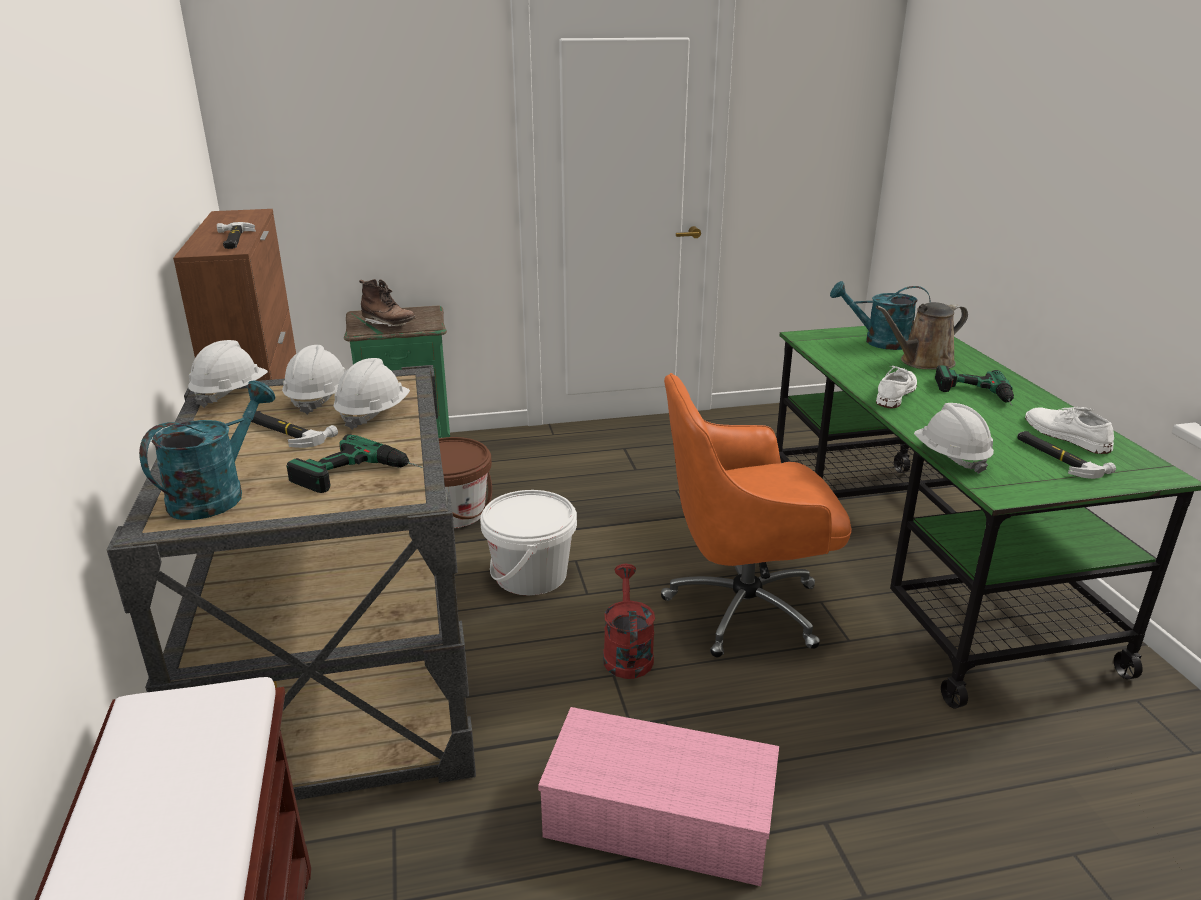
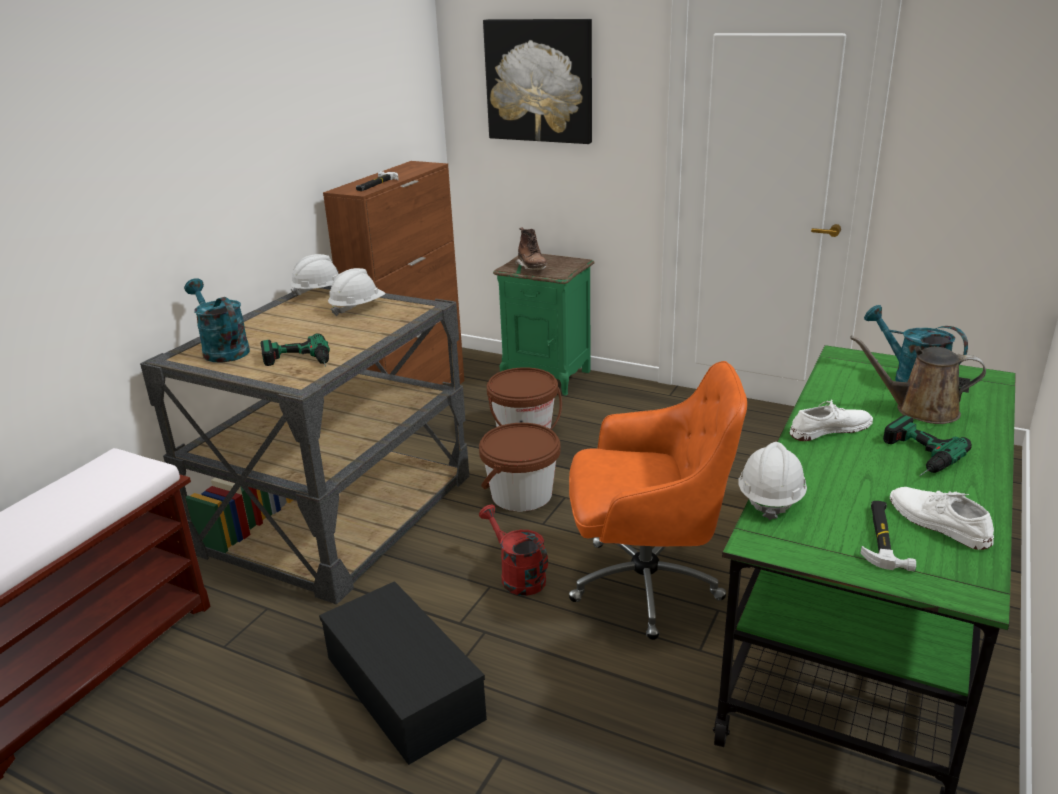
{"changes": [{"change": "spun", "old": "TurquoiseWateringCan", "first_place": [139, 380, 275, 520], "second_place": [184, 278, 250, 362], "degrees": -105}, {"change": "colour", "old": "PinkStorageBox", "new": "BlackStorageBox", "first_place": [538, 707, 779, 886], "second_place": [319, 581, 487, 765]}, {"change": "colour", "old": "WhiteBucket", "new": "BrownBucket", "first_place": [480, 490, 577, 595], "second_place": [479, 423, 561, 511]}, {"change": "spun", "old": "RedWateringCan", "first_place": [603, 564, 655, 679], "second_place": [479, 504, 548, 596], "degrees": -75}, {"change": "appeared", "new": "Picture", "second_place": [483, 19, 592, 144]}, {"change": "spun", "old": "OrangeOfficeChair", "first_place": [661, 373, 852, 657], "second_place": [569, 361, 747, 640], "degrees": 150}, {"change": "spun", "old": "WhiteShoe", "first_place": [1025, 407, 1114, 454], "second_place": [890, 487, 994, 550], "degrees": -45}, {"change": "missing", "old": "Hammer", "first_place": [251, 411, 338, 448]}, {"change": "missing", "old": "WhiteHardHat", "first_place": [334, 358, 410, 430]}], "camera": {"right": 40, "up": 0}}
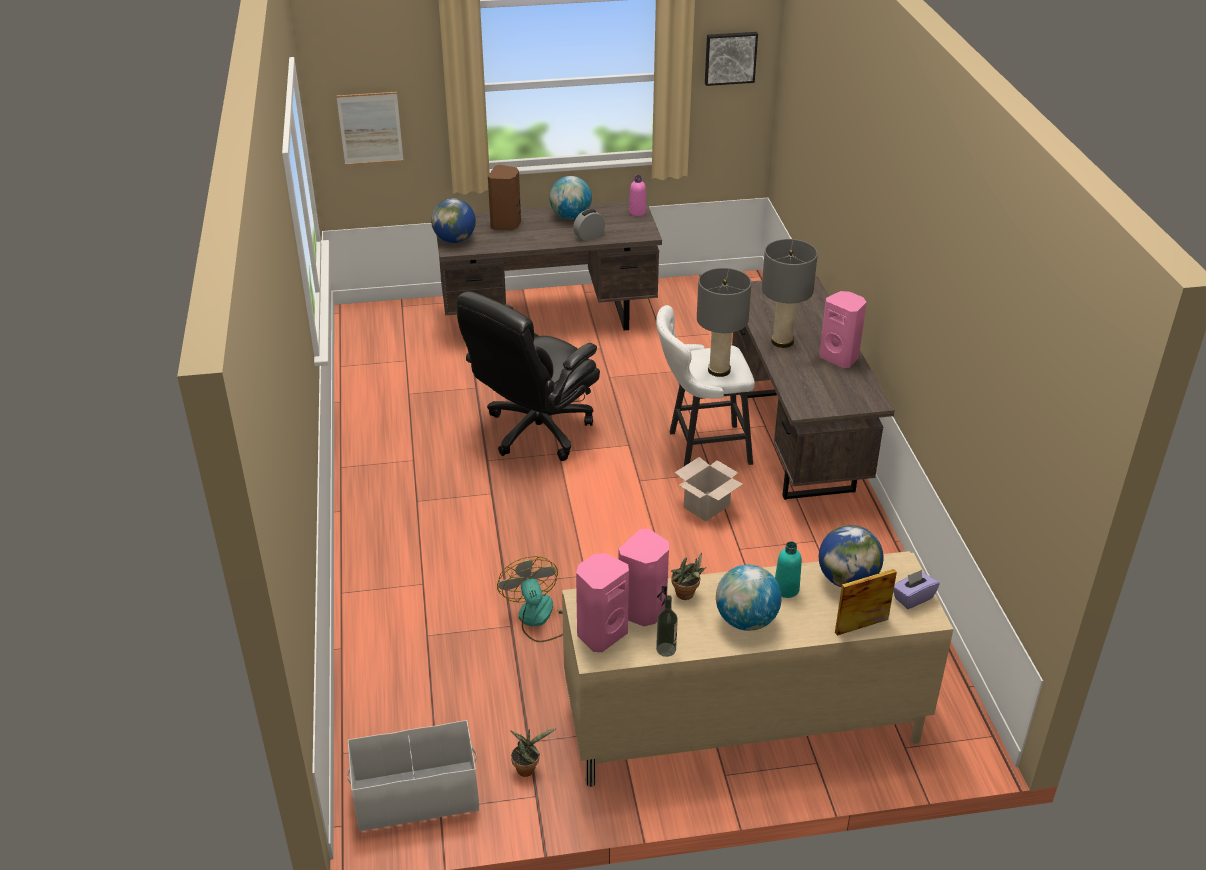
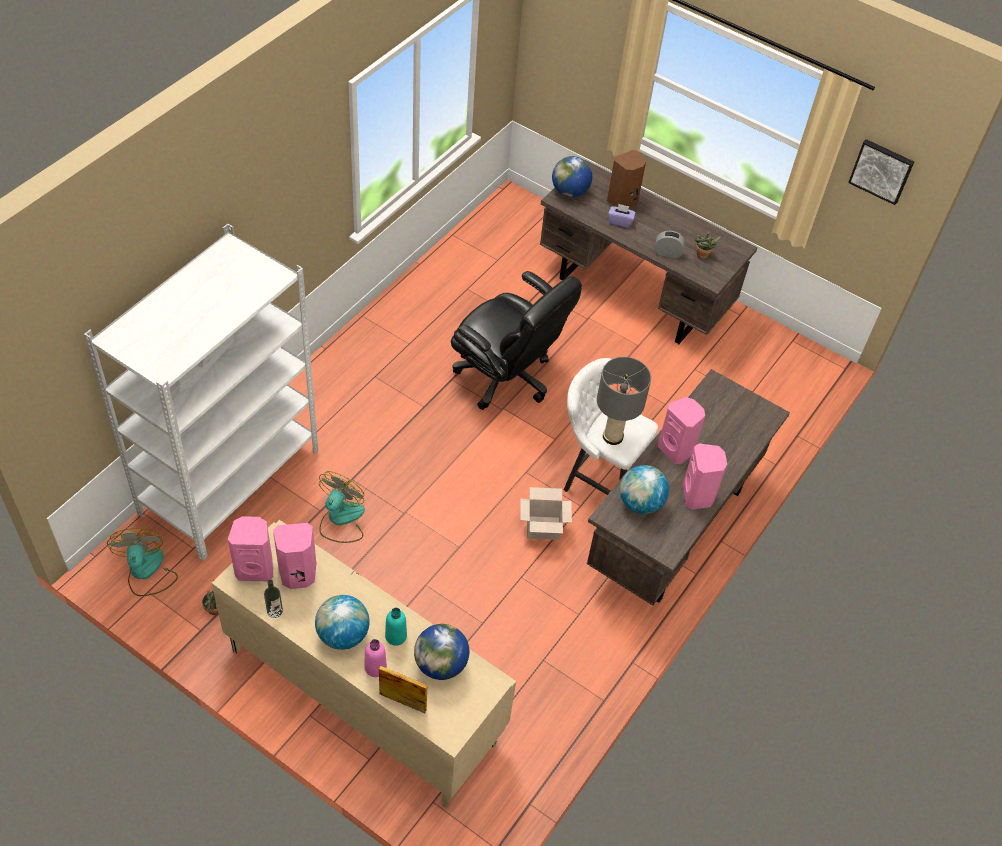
{"changes": [{"change": "appeared", "new": "WhiteBookcase", "second_place": [84, 224, 318, 561]}, {"change": "exchanged", "old": "WhiteStorageBox", "new": "Fan", "first_place": [347, 720, 479, 832], "second_place": [107, 528, 178, 596]}, {"change": "relocated", "old": "PinkBottle", "first_place": [629, 175, 646, 216], "second_place": [364, 639, 387, 677]}, {"change": "spun", "old": "BlackOfficeChair", "first_place": [456, 291, 600, 461], "second_place": [451, 271, 582, 410], "degrees": -135}, {"change": "relocated", "old": "PurpleTissueBox", "first_place": [894, 570, 940, 609], "second_place": [608, 204, 636, 228]}, {"change": "relocated", "old": "Globe", "first_place": [549, 176, 592, 219], "second_place": [620, 465, 669, 514]}, {"change": "exchanged", "old": "GreyTableLamp", "new": "PinkSpeaker", "first_place": [762, 239, 818, 348], "second_place": [658, 397, 705, 464]}, {"change": "relocated", "old": "PottedPlant", "first_place": [671, 552, 706, 600], "second_place": [695, 232, 722, 259]}, {"change": "missing", "old": "Picture", "first_place": [336, 92, 404, 166]}], "camera": {"right": 40, "up": 15}}
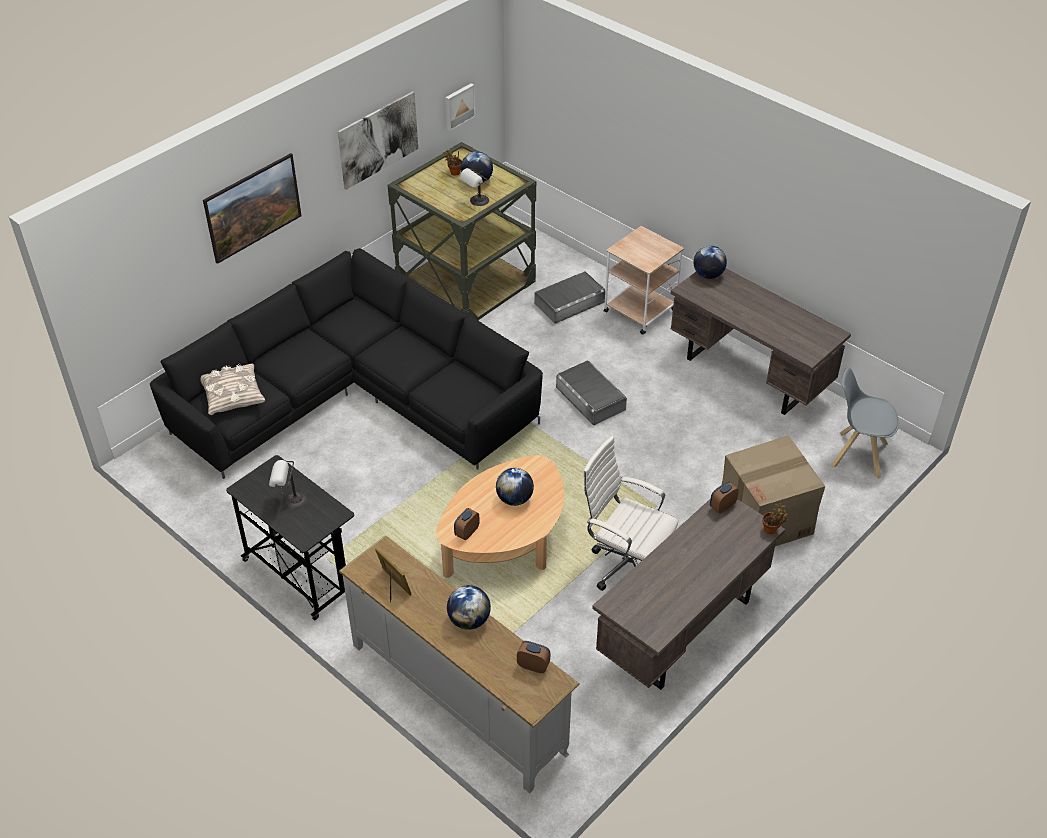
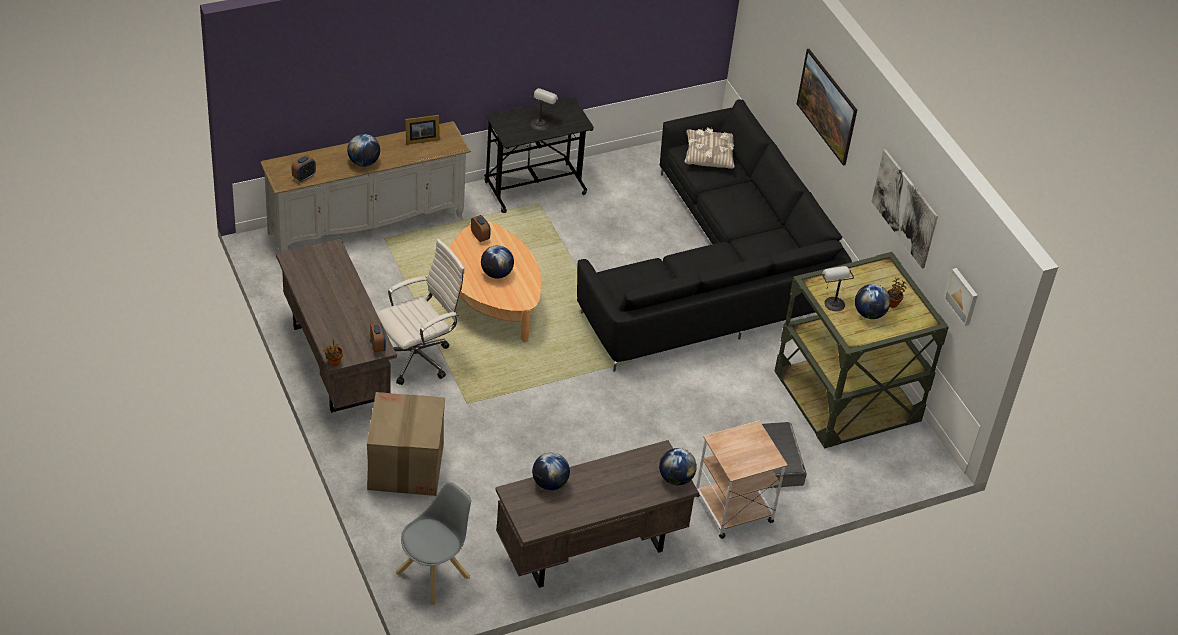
{"changes": [{"change": "appeared", "new": "Globe", "second_place": [532, 453, 570, 490]}, {"change": "missing", "old": "GreyStorageBox", "first_place": [556, 361, 627, 425]}], "camera": {"right": 110, "up": 0}}
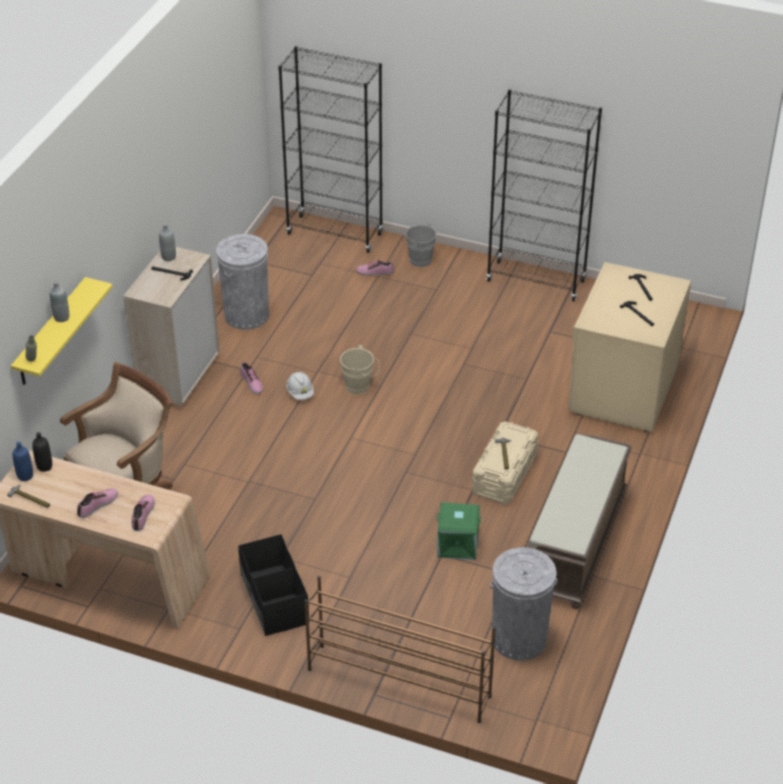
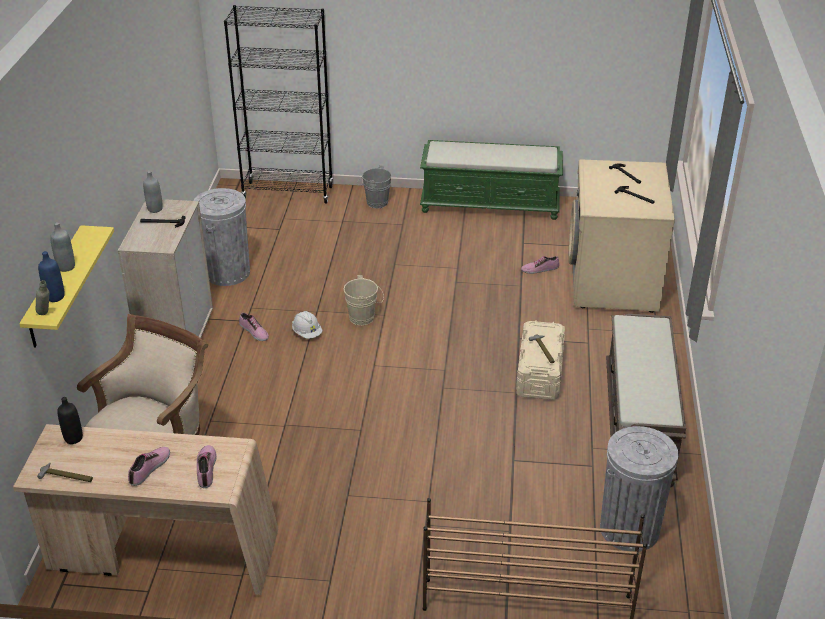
{"changes": [{"change": "relocated", "old": "BlueBottle", "first_place": [12, 442, 33, 481], "second_place": [38, 251, 65, 302]}, {"change": "exchanged", "old": "BlackBookcase", "new": "GreenBench", "first_place": [486, 89, 602, 301], "second_place": [420, 140, 563, 220]}, {"change": "relocated", "old": "Shoe", "first_place": [356, 260, 394, 275], "second_place": [521, 256, 559, 274]}, {"change": "missing", "old": "BlackStorageBox", "first_place": [238, 534, 309, 636]}, {"change": "missing", "old": "GreenStorageBox", "first_place": [436, 502, 481, 560]}], "camera": {"right": -15, "up": -5}}
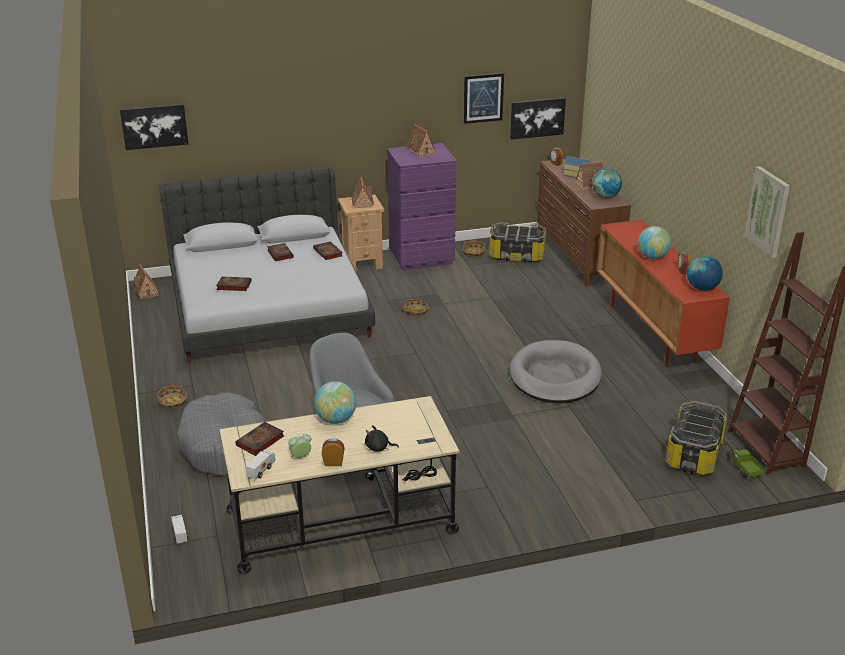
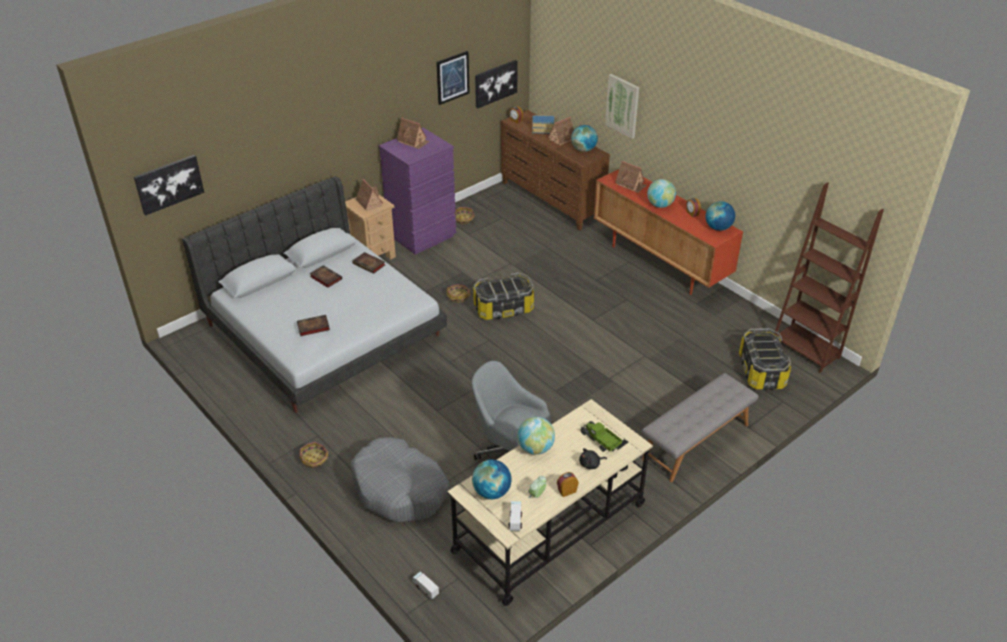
{"changes": [{"change": "exchanged", "old": "Book", "new": "Globe", "first_place": [236, 422, 284, 456], "second_place": [472, 460, 512, 499]}, {"change": "relocated", "old": "StorageBox", "first_place": [489, 222, 546, 263], "second_place": [473, 273, 534, 320]}, {"change": "relocated", "old": "ToyTruck", "first_place": [726, 448, 765, 479], "second_place": [581, 421, 622, 452]}, {"change": "relocated", "old": "Picture", "first_place": [744, 166, 790, 258], "second_place": [605, 74, 639, 139]}, {"change": "relocated", "old": "ToyHouse", "first_place": [132, 264, 159, 299], "second_place": [615, 161, 647, 193]}, {"change": "appeared", "new": "GreyBench", "second_place": [642, 373, 759, 482]}, {"change": "missing", "old": "GreyDogBed", "first_place": [509, 340, 602, 403]}], "camera": {"right": -25, "up": 10}}
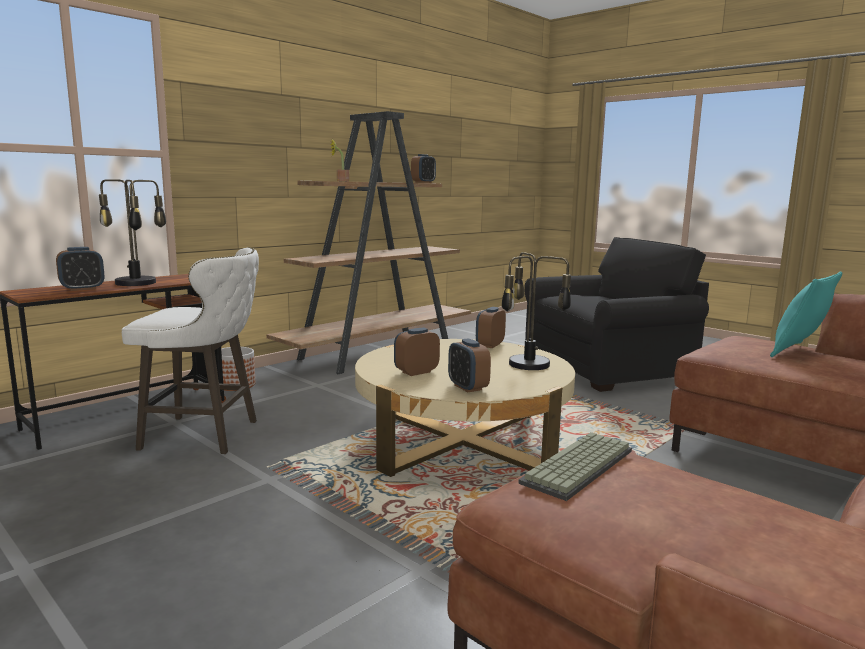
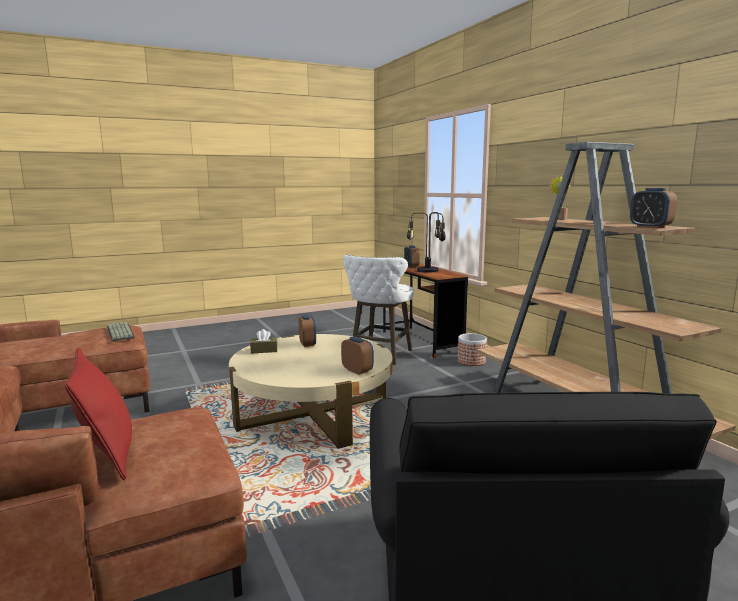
{"changes": [{"change": "colour", "old": "TurquoisePillow", "new": "RedPillow", "first_place": [770, 271, 842, 357], "second_place": [65, 348, 132, 480]}, {"change": "exchanged", "old": "AlarmClock", "new": "BrownTissueBox", "first_place": [448, 338, 491, 392], "second_place": [250, 329, 278, 354]}, {"change": "missing", "old": "TableLamp", "first_place": [502, 252, 571, 370]}], "camera": {"right": 110, "up": 0}}
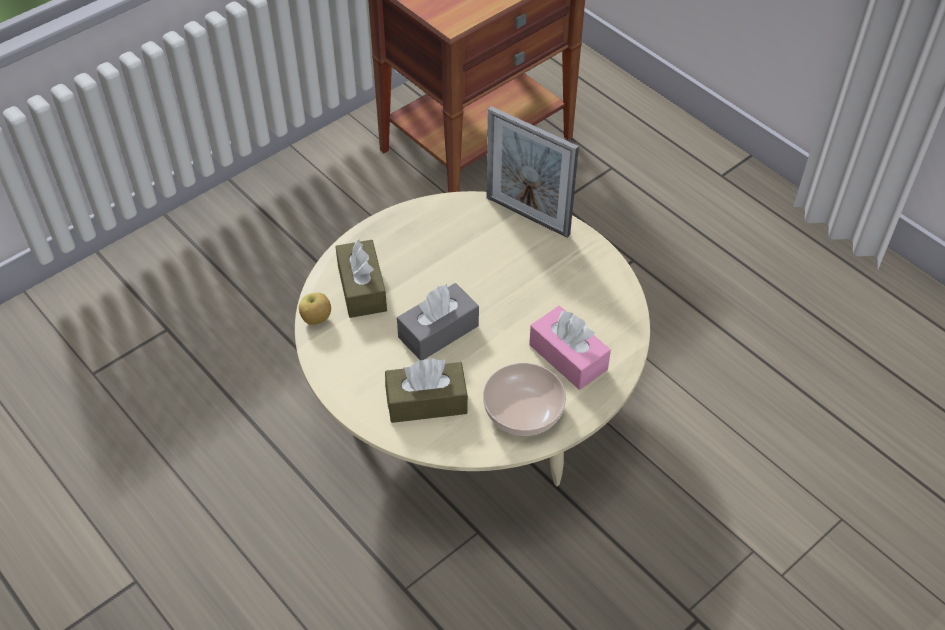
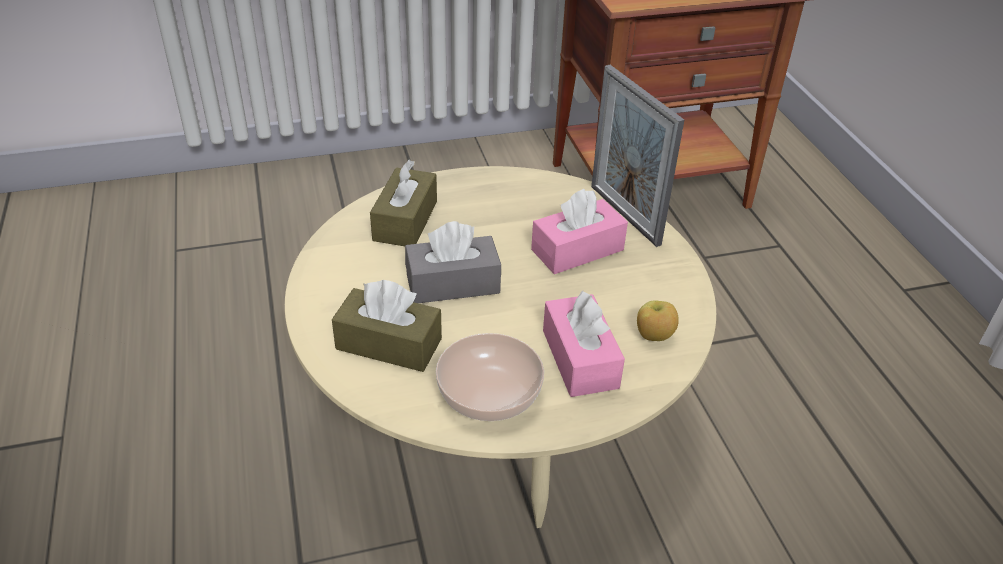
{"changes": [{"change": "appeared", "new": "PinkTissueBox", "second_place": [531, 189, 628, 274]}, {"change": "relocated", "old": "Apple", "first_place": [299, 292, 331, 325], "second_place": [637, 301, 679, 341]}], "camera": {"right": 25, "up": -10}}
